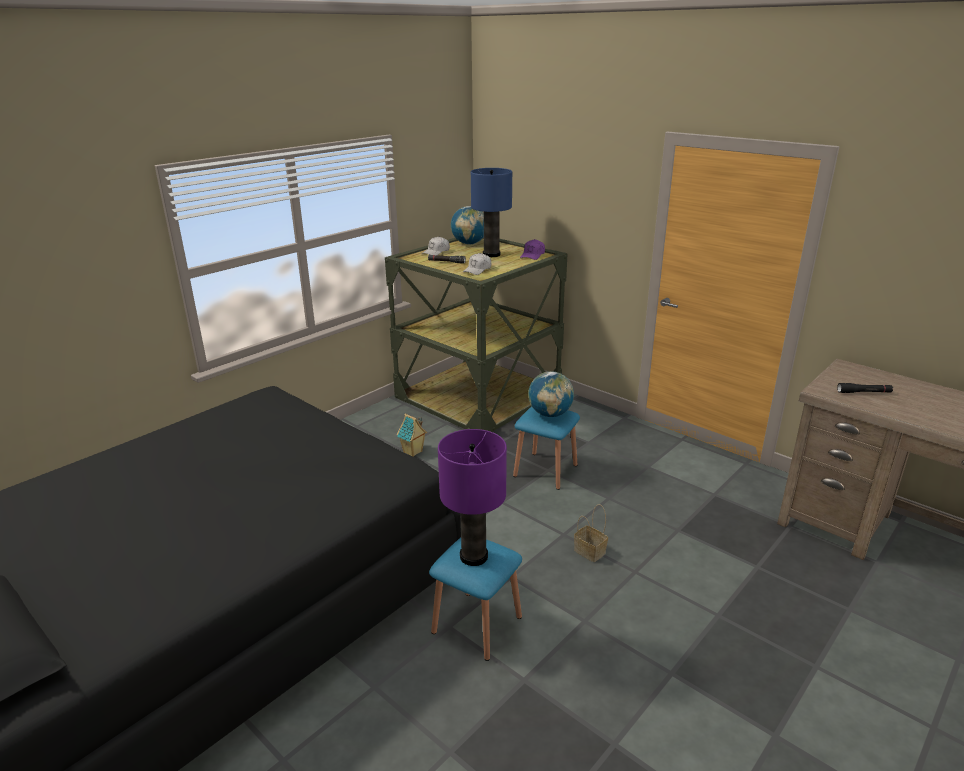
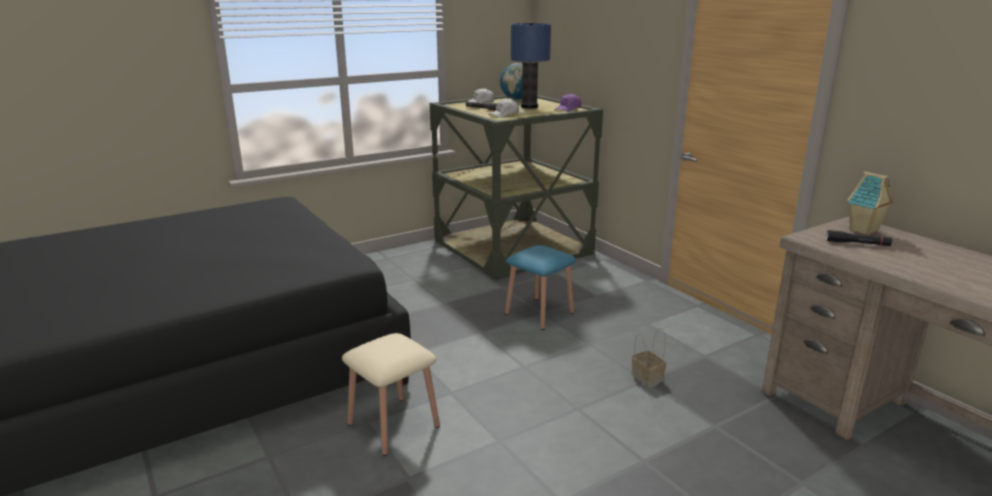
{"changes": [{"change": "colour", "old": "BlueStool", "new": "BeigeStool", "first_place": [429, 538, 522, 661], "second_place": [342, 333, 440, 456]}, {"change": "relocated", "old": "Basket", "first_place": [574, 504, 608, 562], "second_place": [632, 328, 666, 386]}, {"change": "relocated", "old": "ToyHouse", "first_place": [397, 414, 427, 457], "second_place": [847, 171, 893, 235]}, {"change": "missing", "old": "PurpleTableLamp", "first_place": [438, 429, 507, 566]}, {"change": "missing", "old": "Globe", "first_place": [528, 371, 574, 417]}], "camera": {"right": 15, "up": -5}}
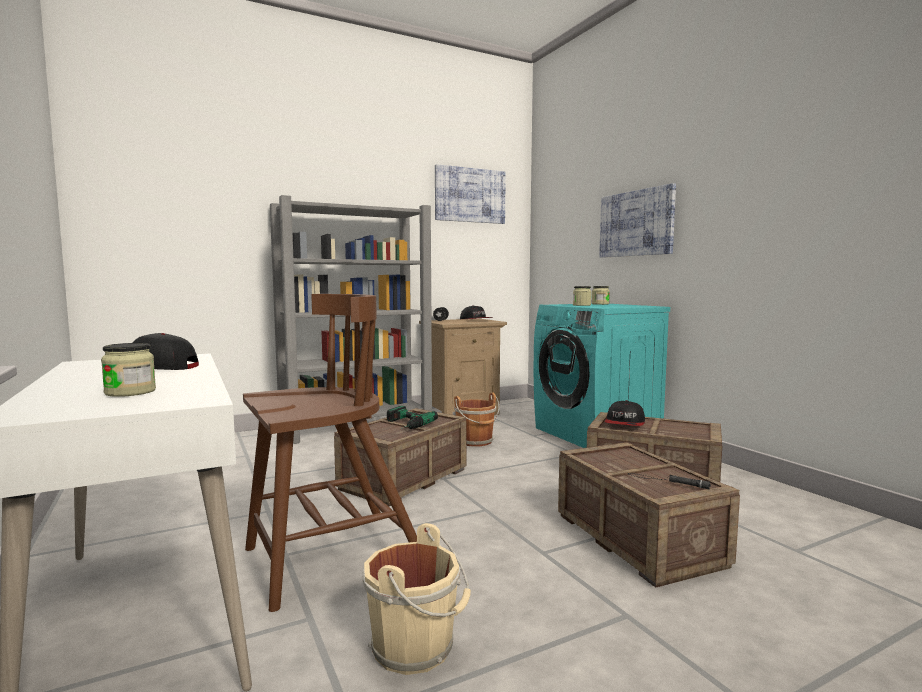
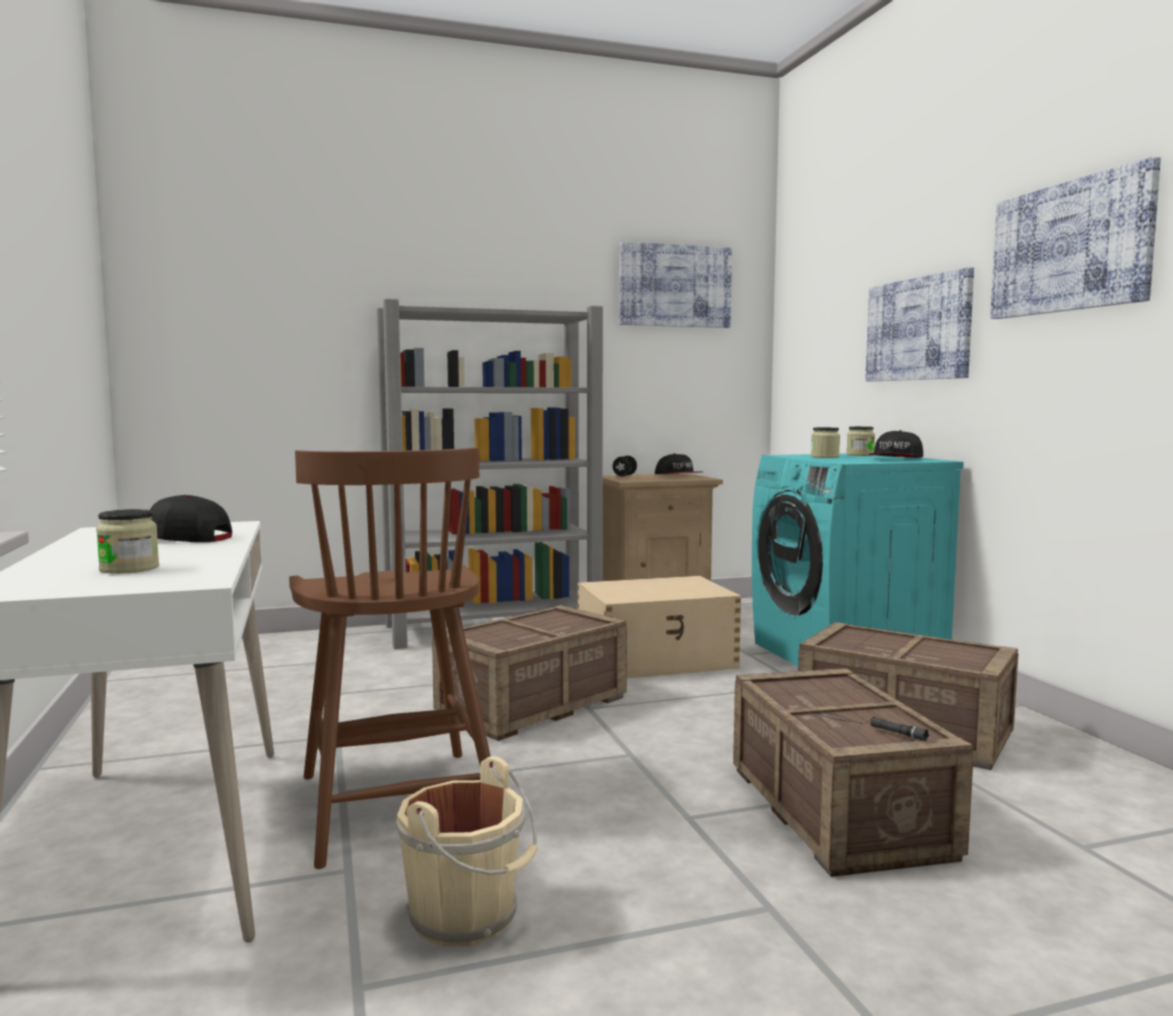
{"changes": [{"change": "spun", "old": "BrownChair", "first_place": [243, 294, 417, 612], "second_place": [289, 447, 491, 869], "degrees": 90}, {"change": "exchanged", "old": "BrownBucket", "new": "BeigeStorageBox", "first_place": [454, 393, 500, 447], "second_place": [578, 576, 741, 678]}, {"change": "relocated", "old": "Cap", "first_place": [605, 400, 645, 426], "second_place": [868, 430, 923, 458]}, {"change": "appeared", "new": "Picture", "second_place": [990, 157, 1161, 319]}, {"change": "missing", "old": "PowerDrill", "first_place": [387, 406, 438, 429]}], "camera": {"right": 10, "up": 0}}
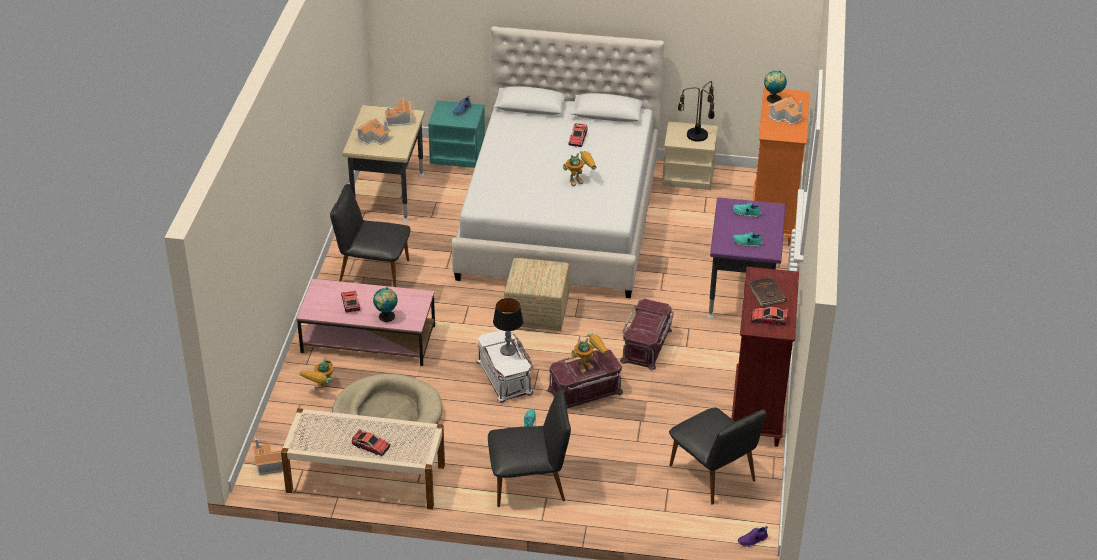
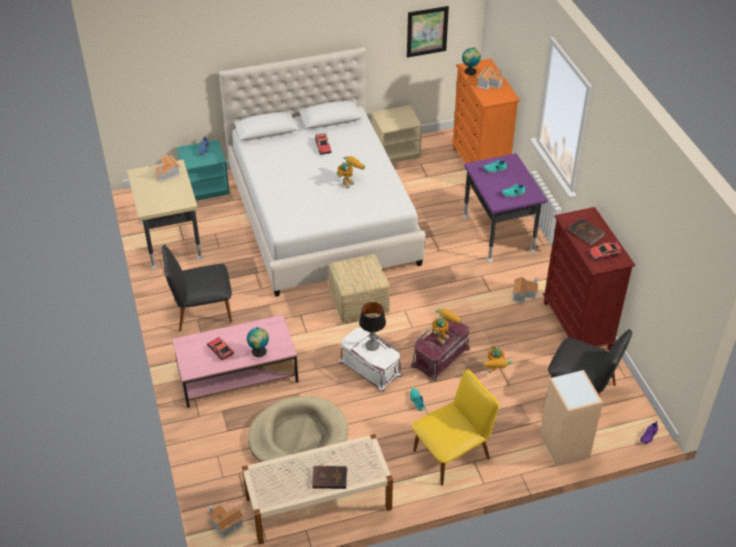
{"changes": [{"change": "exchanged", "old": "ToyCar", "new": "BrownBook", "first_place": [352, 429, 390, 456], "second_place": [311, 466, 348, 489]}, {"change": "appeared", "new": "Picture", "second_place": [407, 6, 449, 58]}, {"change": "colour", "old": "BlackChair", "new": "YellowChair", "first_place": [488, 389, 571, 507], "second_place": [412, 370, 499, 486]}, {"change": "relocated", "old": "ToyRobot", "first_place": [300, 357, 333, 389], "second_place": [483, 345, 512, 373]}, {"change": "relocated", "old": "ToyHouse", "first_place": [355, 118, 391, 145], "second_place": [512, 277, 539, 303]}, {"change": "appeared", "new": "Bookcase", "second_place": [540, 370, 603, 467]}, {"change": "missing", "old": "RedStorageBox", "first_place": [620, 299, 674, 370]}, {"change": "missing", "old": "TableLamp", "first_place": [678, 81, 714, 142]}], "camera": {"right": -25, "up": 5}}
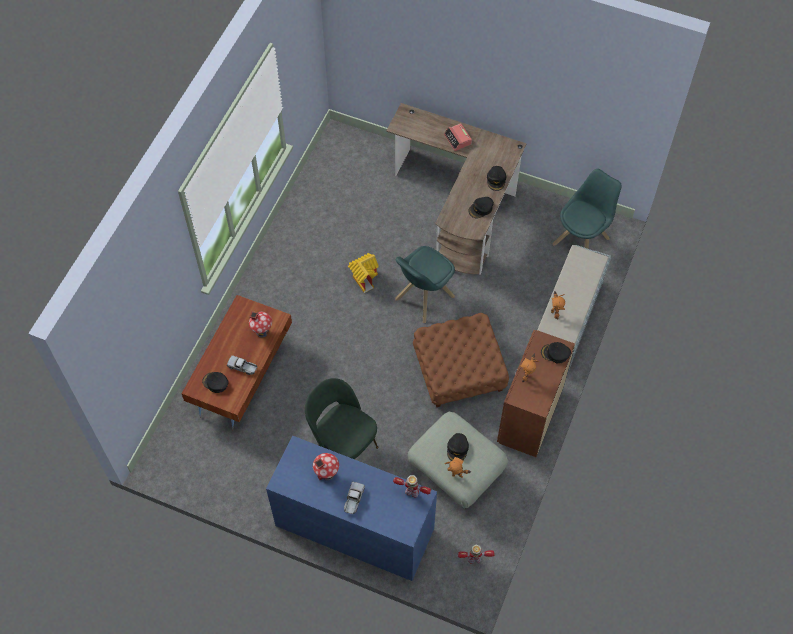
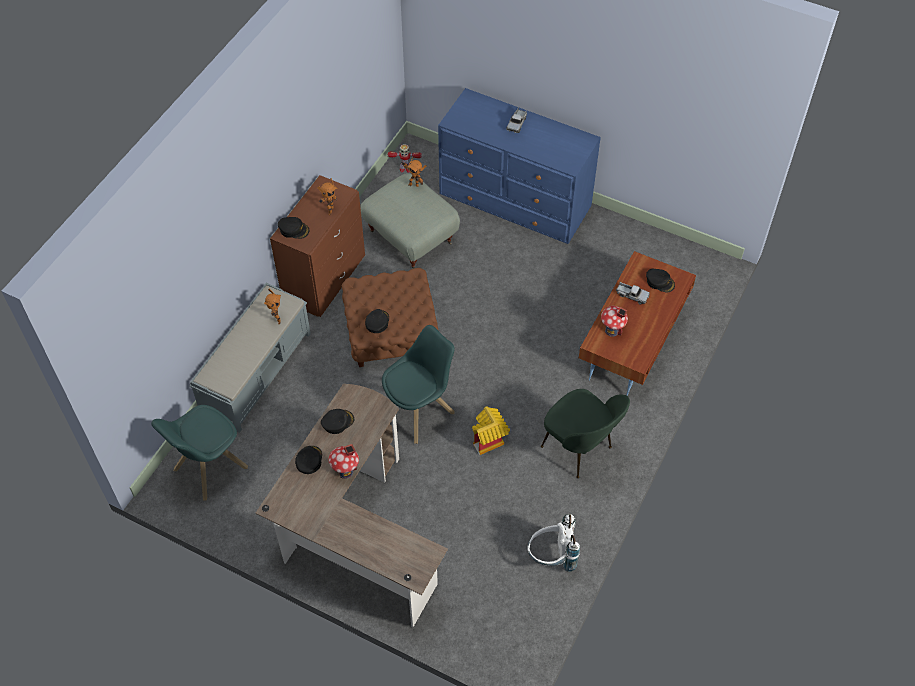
{"changes": [{"change": "relocated", "old": "ToyHouse", "first_place": [313, 453, 339, 481], "second_place": [328, 444, 359, 479]}, {"change": "relocated", "old": "BlackCap", "first_place": [447, 433, 469, 461], "second_place": [365, 309, 389, 333]}, {"change": "appeared", "new": "WhiteBackpack", "second_place": [527, 514, 580, 572]}, {"change": "relocated", "old": "GreenChair", "first_place": [305, 378, 378, 459], "second_place": [541, 389, 630, 478]}, {"change": "missing", "old": "ToyRobot", "first_place": [393, 475, 431, 498]}, {"change": "missing", "old": "AlarmClock", "first_place": [444, 123, 472, 151]}], "camera": {"right": -175, "up": -5}}
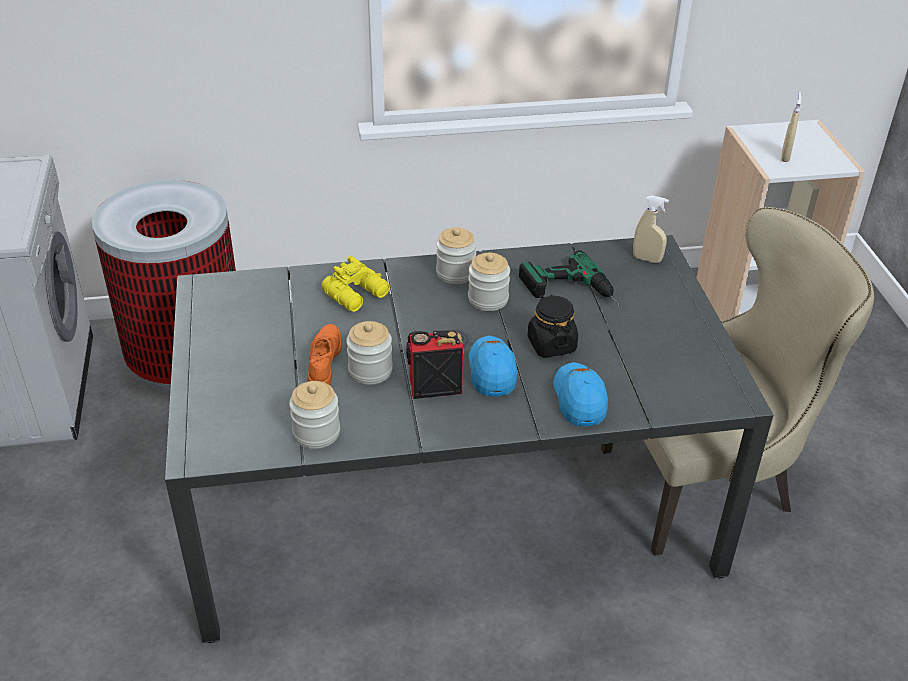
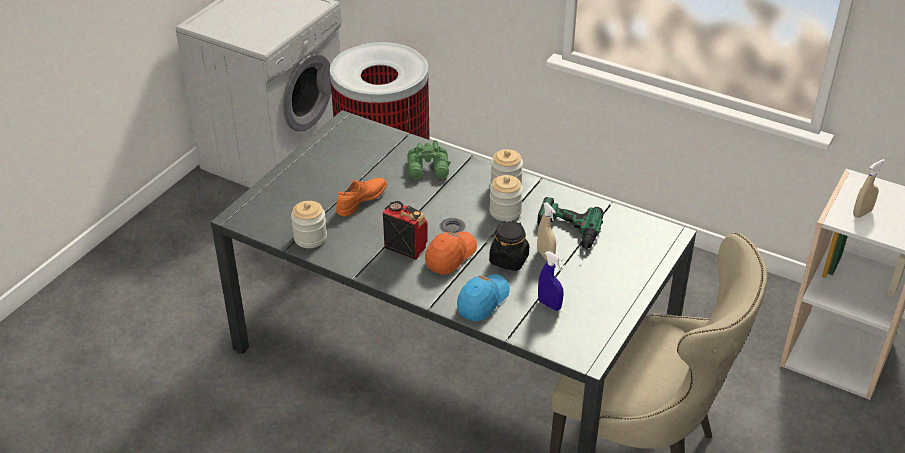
{"changes": [{"change": "colour", "old": "YellowBinoculars", "new": "GreenBinoculars", "first_place": [321, 256, 390, 312], "second_place": [405, 140, 451, 180]}, {"change": "colour", "old": "BlueCap", "new": "OrangeCap", "first_place": [469, 336, 517, 397], "second_place": [425, 231, 477, 275]}, {"change": "relocated", "old": "BeigeSprayBottle", "first_place": [633, 195, 669, 263], "second_place": [537, 202, 556, 261]}, {"change": "appeared", "new": "BlueSprayBottle", "second_place": [538, 251, 564, 311]}, {"change": "missing", "old": "Jar", "first_place": [346, 321, 393, 384]}], "camera": {"right": 40, "up": 0}}
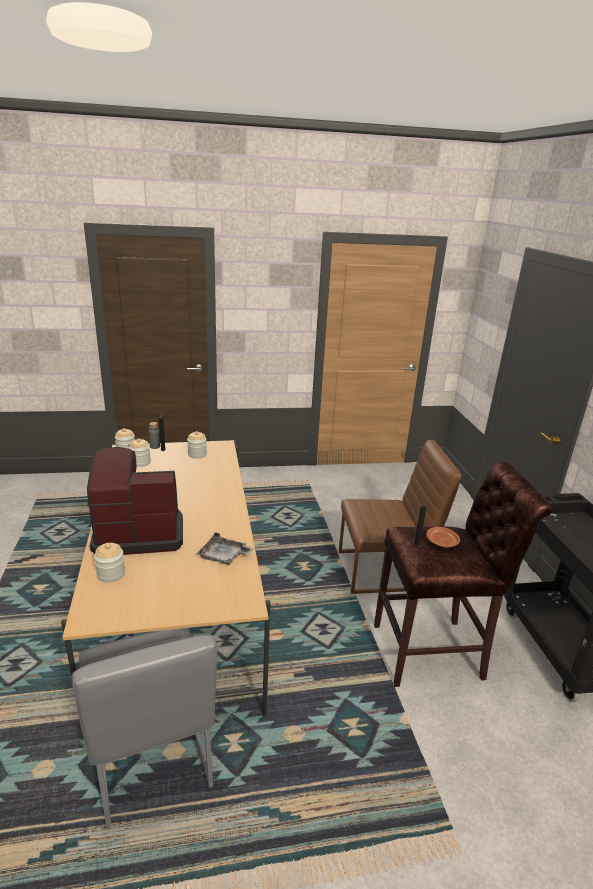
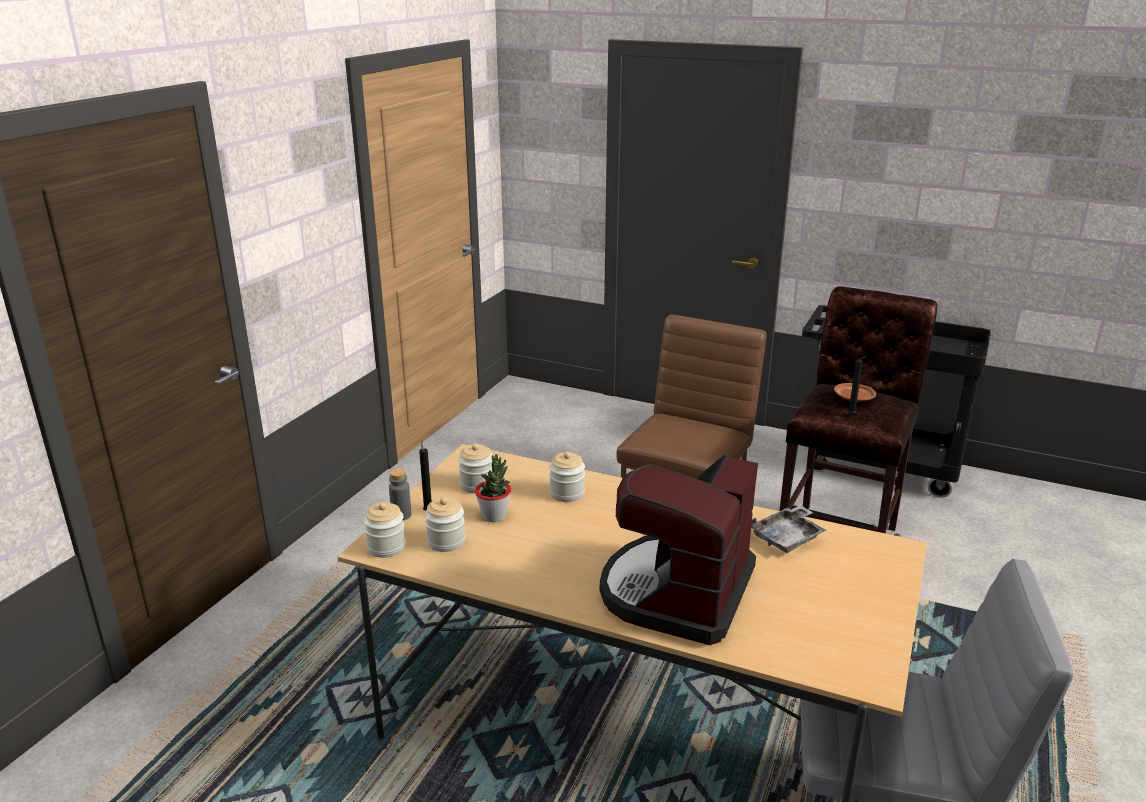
{"changes": [{"change": "appeared", "new": "PottedPlant", "second_place": [475, 454, 511, 522]}, {"change": "relocated", "old": "Jar", "first_place": [94, 543, 125, 583], "second_place": [549, 452, 585, 502]}], "camera": {"right": -55, "up": 0}}
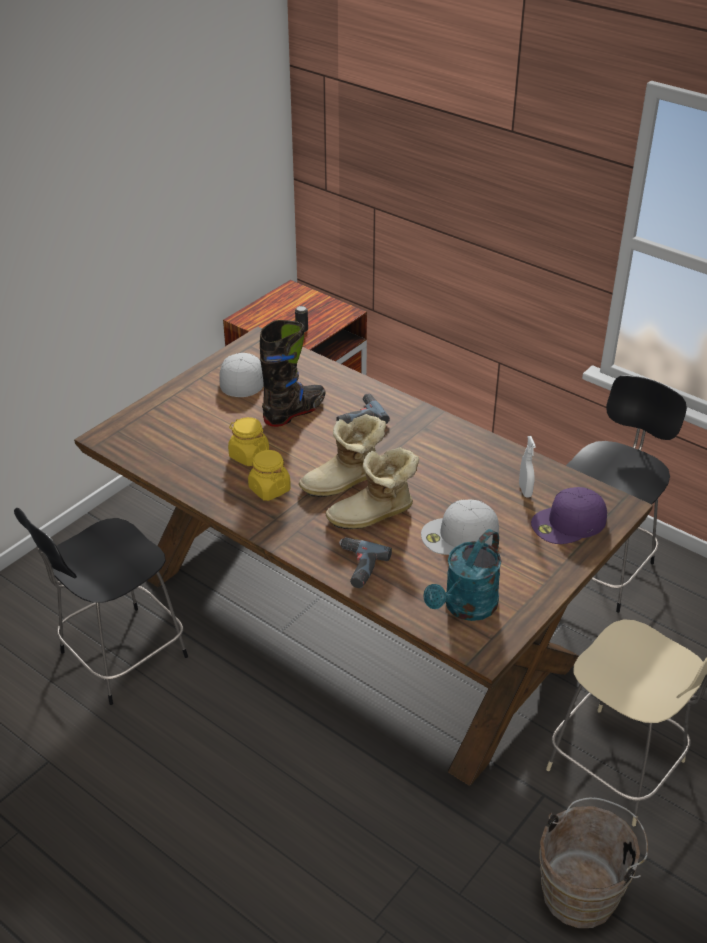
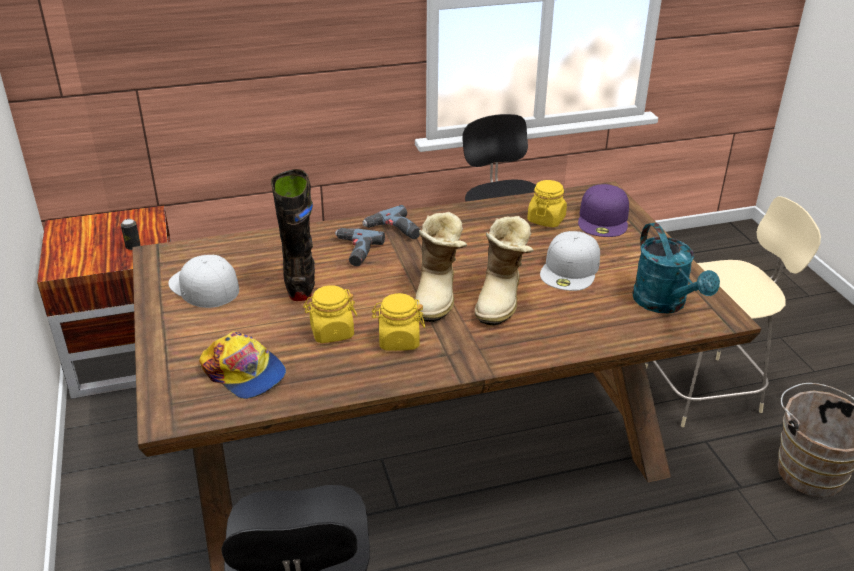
{"changes": [{"change": "appeared", "new": "Cap", "second_place": [199, 331, 286, 399]}, {"change": "relocated", "old": "PowerDrill", "first_place": [339, 537, 392, 588], "second_place": [362, 205, 420, 239]}, {"change": "exchanged", "old": "WhiteSprayBottle", "new": "YellowJar", "first_place": [519, 436, 536, 497], "second_place": [527, 180, 567, 227]}], "camera": {"right": -55, "up": -5}}
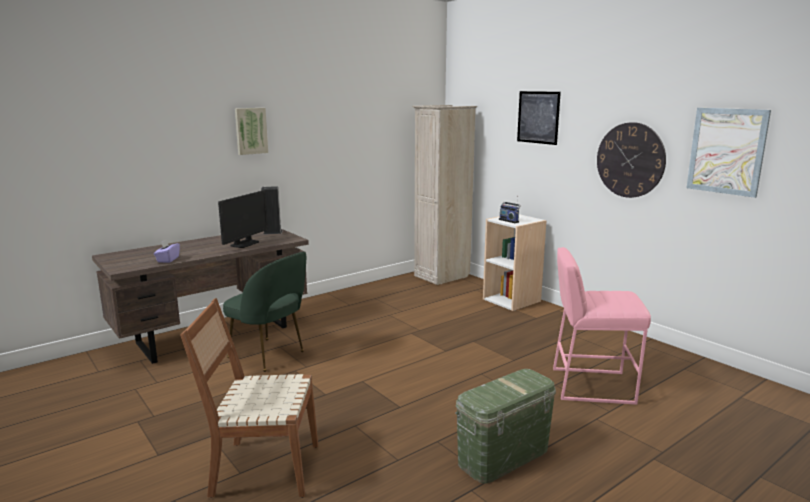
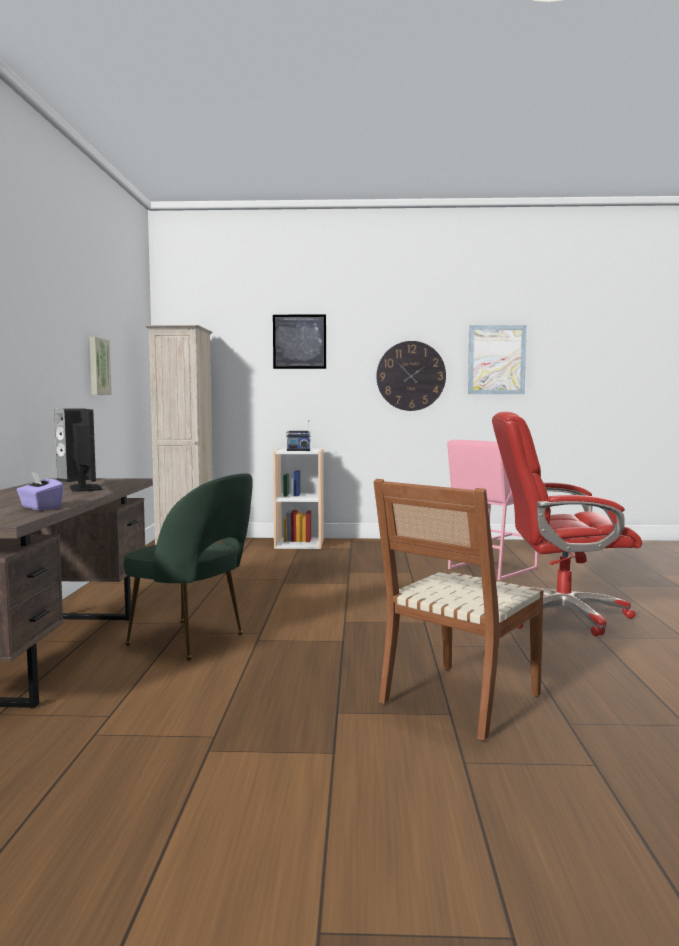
{"changes": [{"change": "relocated", "old": "Picture", "first_place": [235, 108, 268, 155], "second_place": [90, 337, 112, 395]}, {"change": "spun", "old": "GreenChair", "first_place": [223, 252, 306, 372], "second_place": [124, 473, 253, 661], "degrees": 45}, {"change": "exchanged", "old": "GreenStorageBox", "new": "RedOfficeChair", "first_place": [455, 369, 556, 484], "second_place": [492, 412, 642, 636]}], "camera": {"right": -50, "up": -10}}
